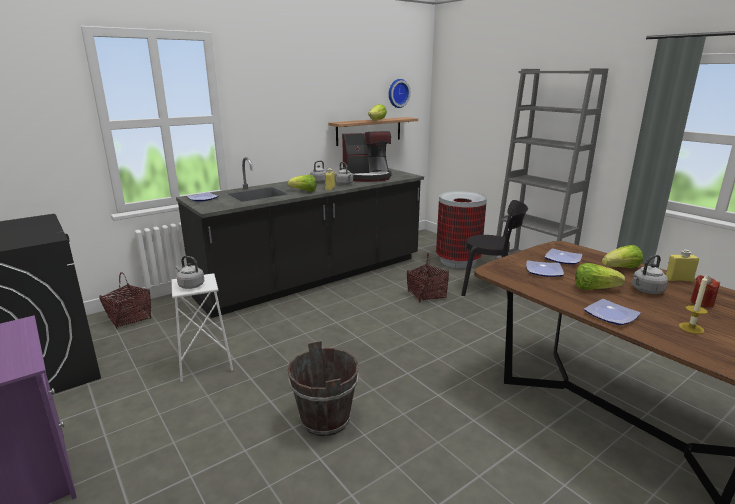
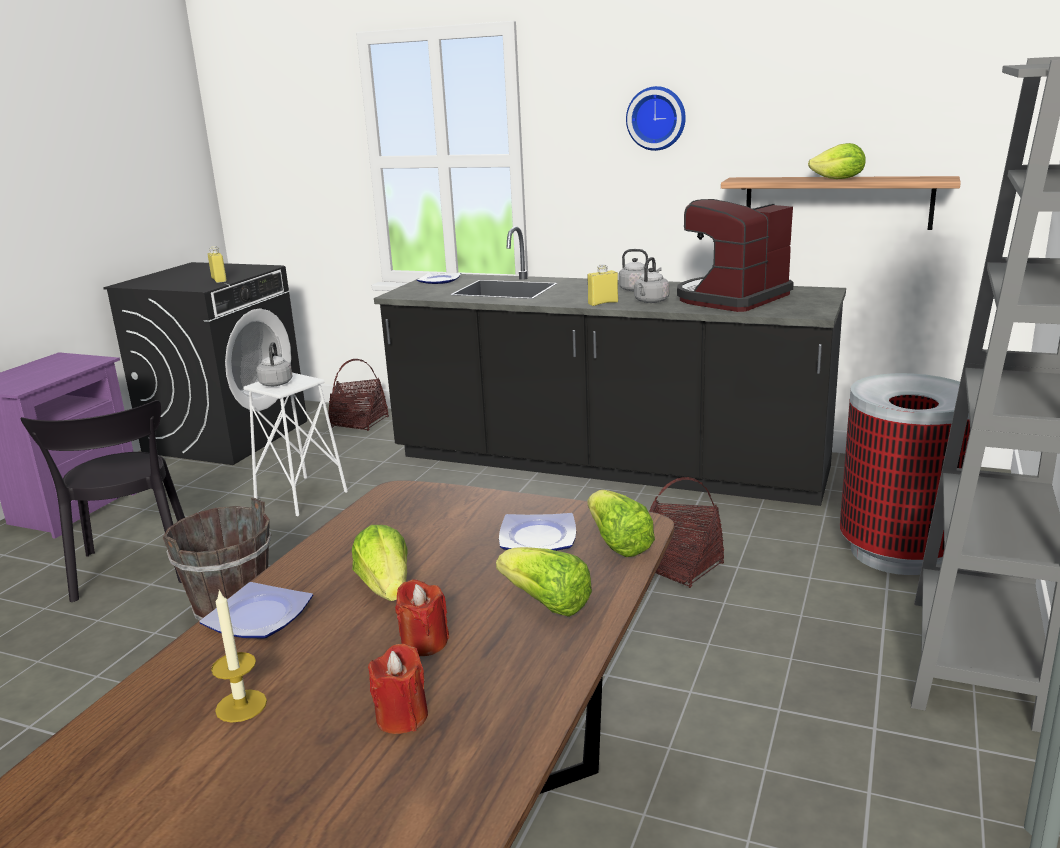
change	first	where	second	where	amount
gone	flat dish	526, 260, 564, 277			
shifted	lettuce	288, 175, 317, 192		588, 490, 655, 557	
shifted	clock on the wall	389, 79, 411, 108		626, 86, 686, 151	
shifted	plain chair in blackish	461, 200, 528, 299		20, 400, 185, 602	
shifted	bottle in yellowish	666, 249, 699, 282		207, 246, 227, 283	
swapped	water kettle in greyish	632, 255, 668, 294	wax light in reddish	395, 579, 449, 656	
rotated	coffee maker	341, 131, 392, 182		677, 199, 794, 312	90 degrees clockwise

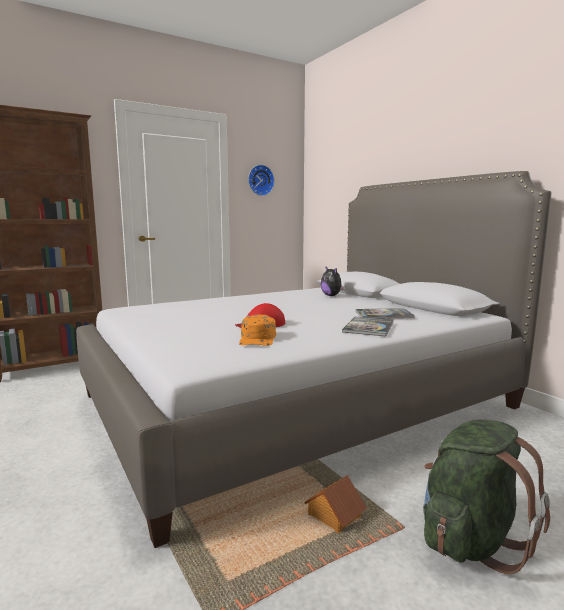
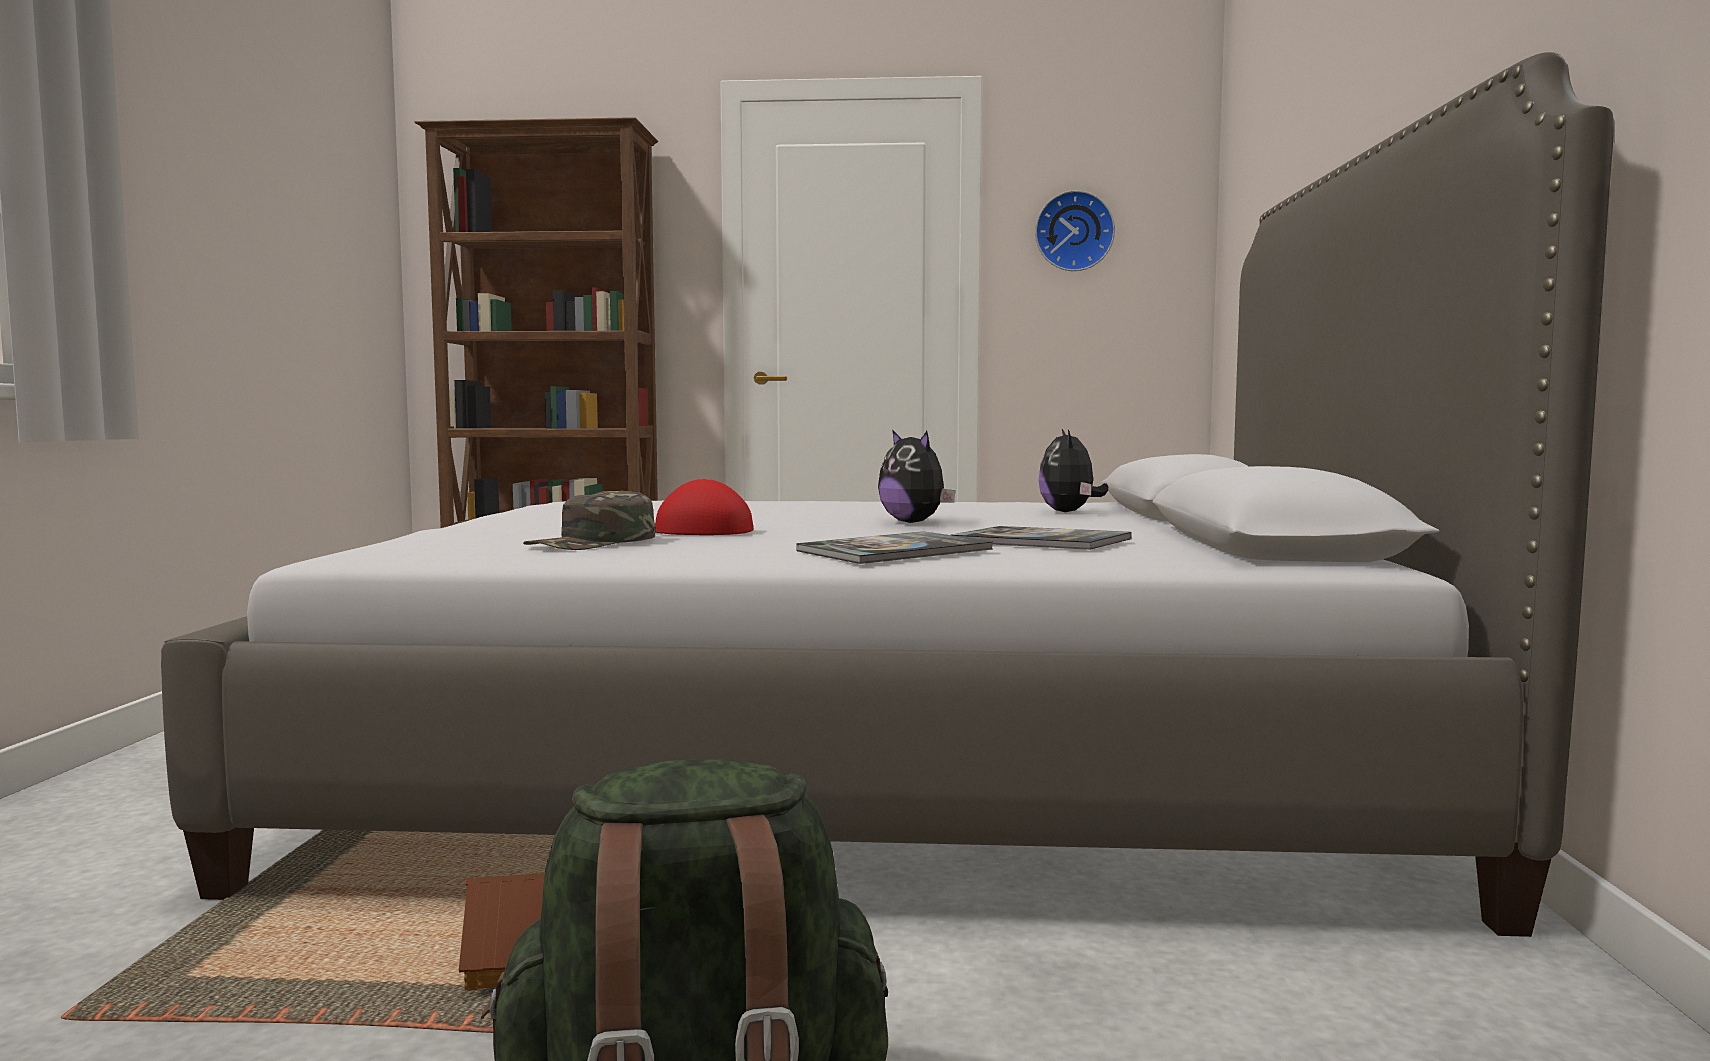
change	first	where	second	where	amount
new			soft toy	878, 430, 956, 523	
repainted	baseball cap in orangey	239, 314, 276, 346	baseball cap in greenish	523, 491, 655, 550	

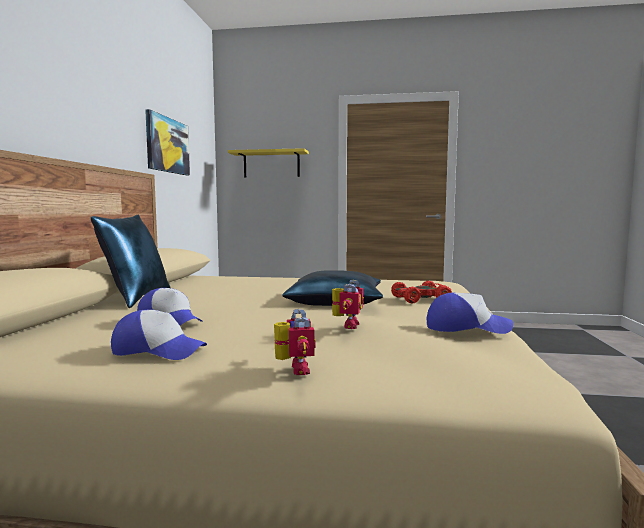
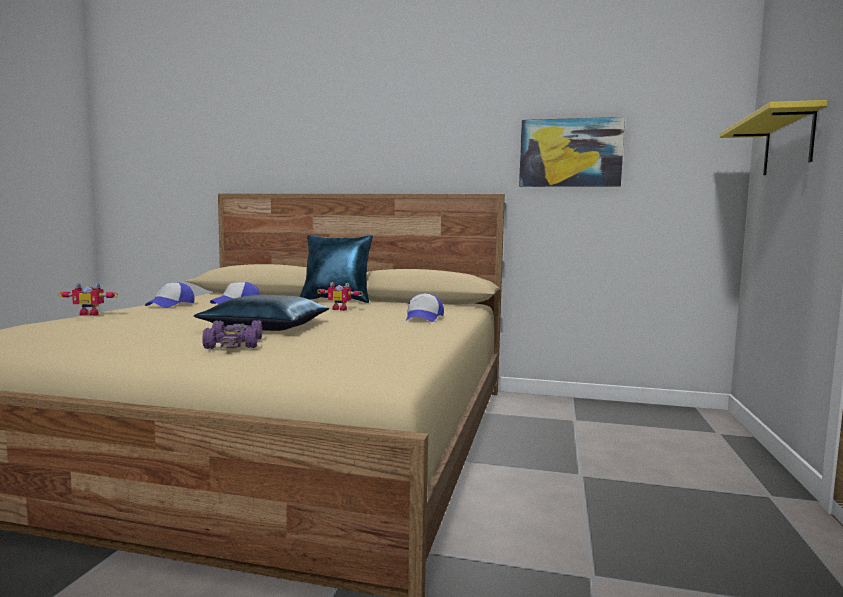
change	first	where	second	where	amount
shifted	toy robot	332, 280, 364, 329		317, 282, 363, 311	
shifted	baseball cap	427, 292, 513, 334		406, 293, 444, 322	
repainted	miniature car in reddish	391, 281, 452, 303	miniature car in purplish	203, 320, 262, 349	

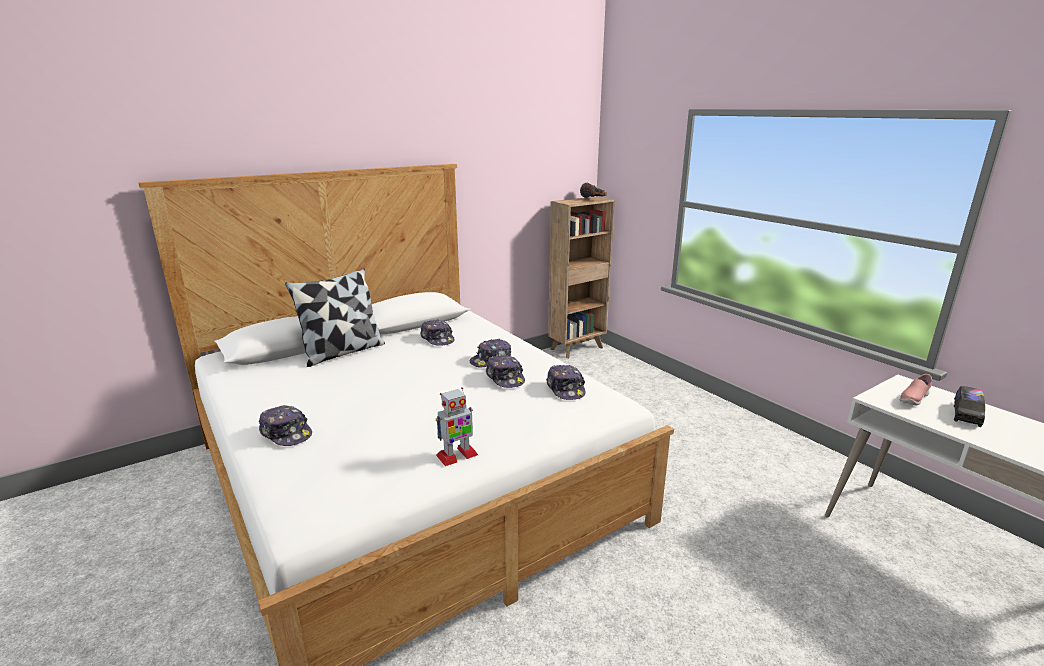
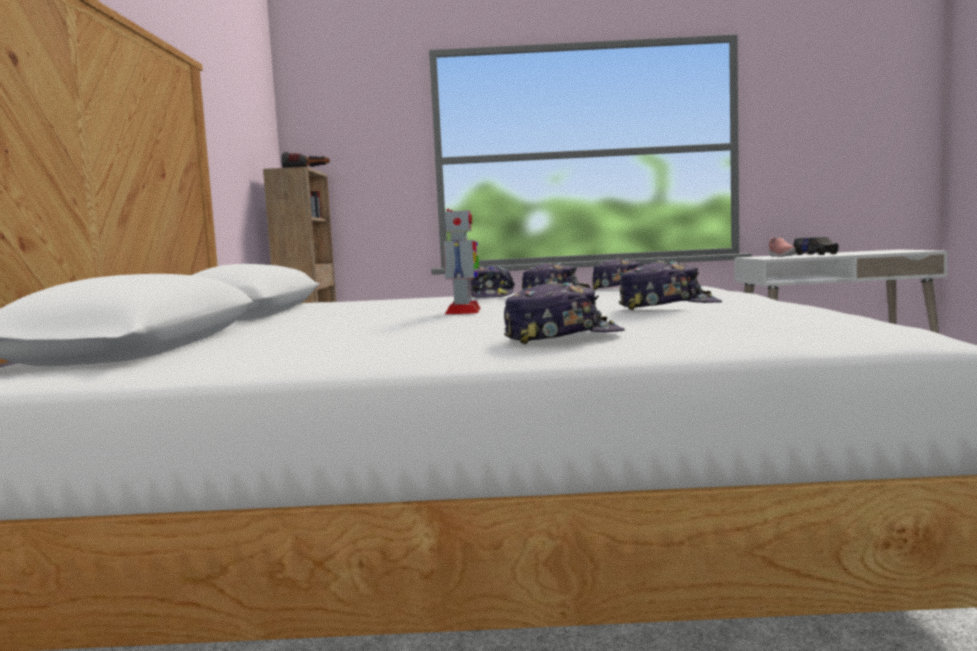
change	first	where	second	where	amount
gone	cushion	285, 269, 385, 367			
shifted	baseball cap	420, 319, 455, 346		619, 260, 722, 310	
shifted	toy robot	436, 387, 478, 466		443, 209, 481, 314	

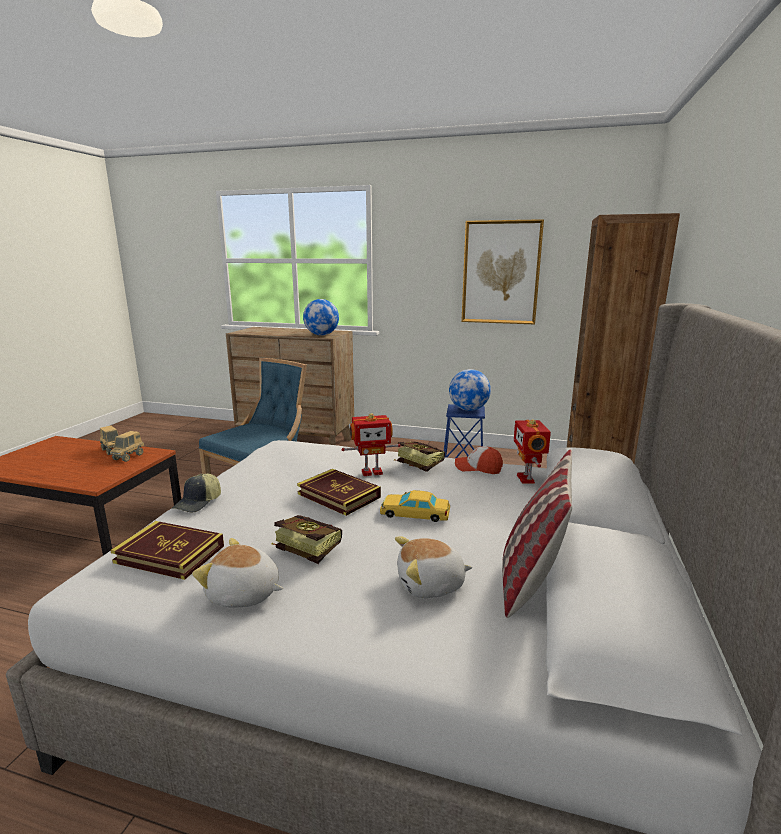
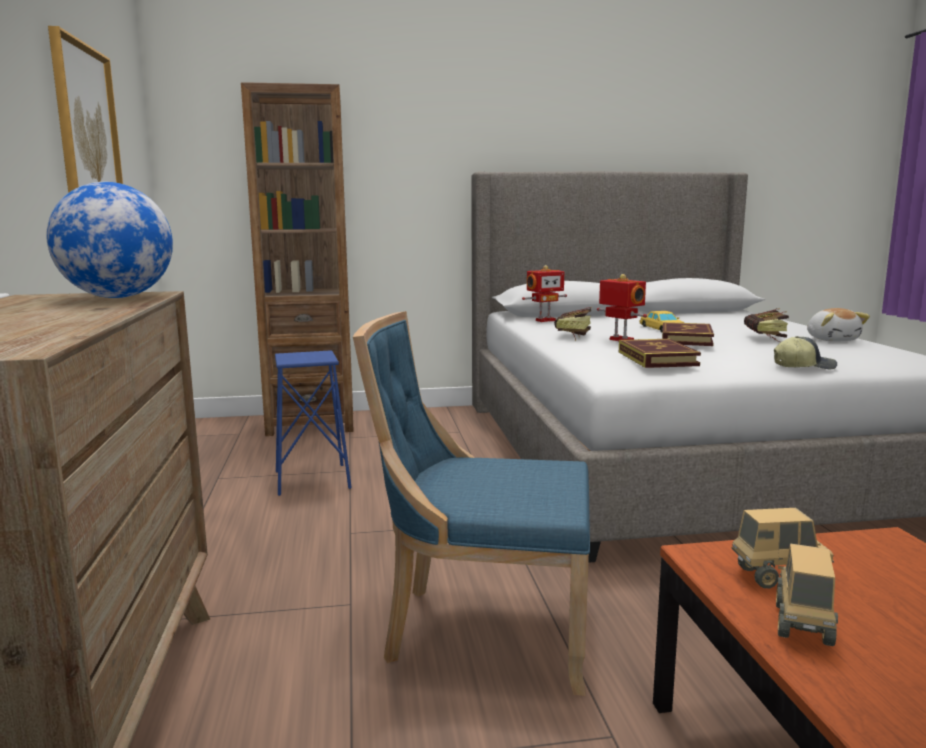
change	first	where	second	where	amount
gone	soft toy	395, 536, 473, 598			
gone	world globe	449, 369, 491, 411			
gone	baseball cap	455, 446, 503, 474			
gone	cushion	502, 450, 572, 618			
shifted	bound book	110, 521, 224, 580		619, 339, 701, 368	

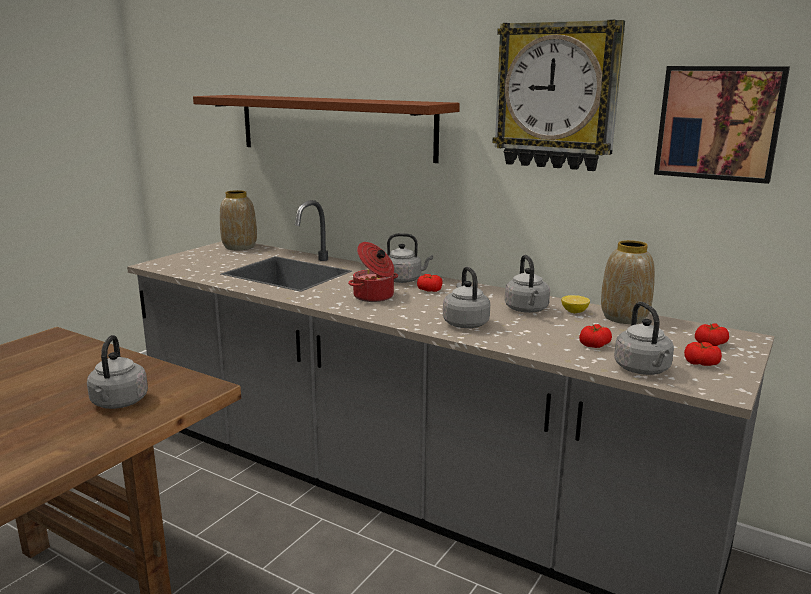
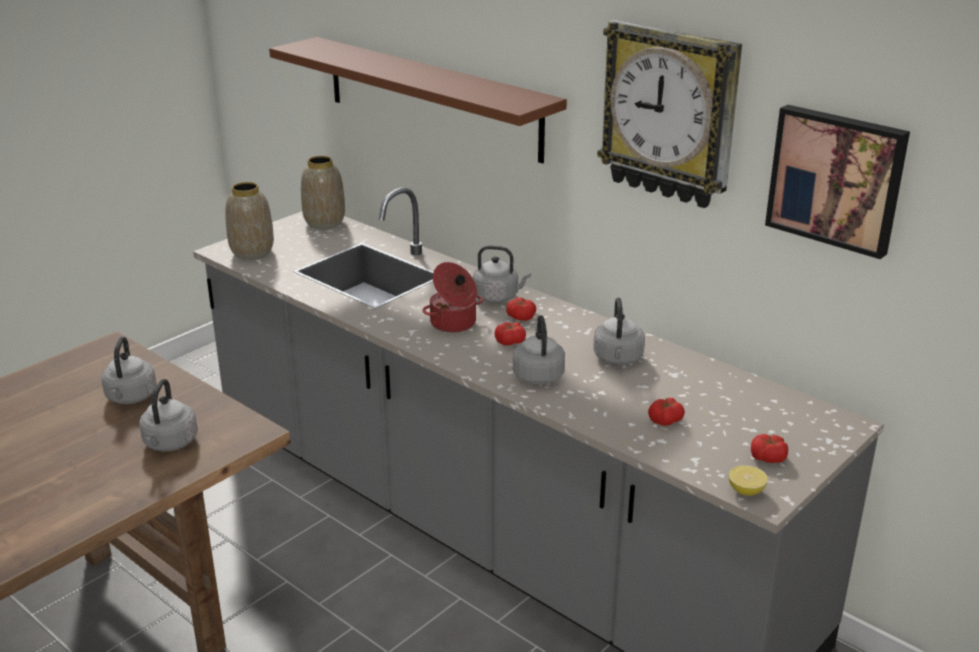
change	first	where	second	where	amount
shifted	citrus fruit	561, 295, 590, 313		729, 465, 768, 496	
shifted	flower vase	601, 240, 655, 324		225, 182, 274, 260	
shifted	water kettle in greyish	614, 302, 674, 375		101, 336, 156, 404	
shifted	whole tomato	695, 324, 729, 346		494, 322, 526, 346	

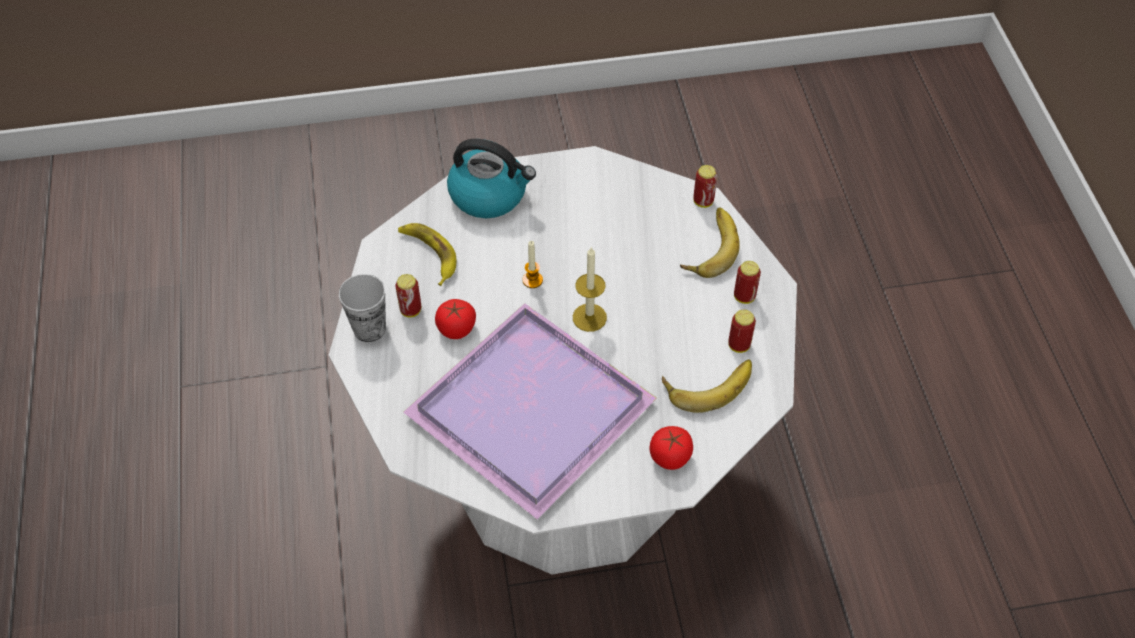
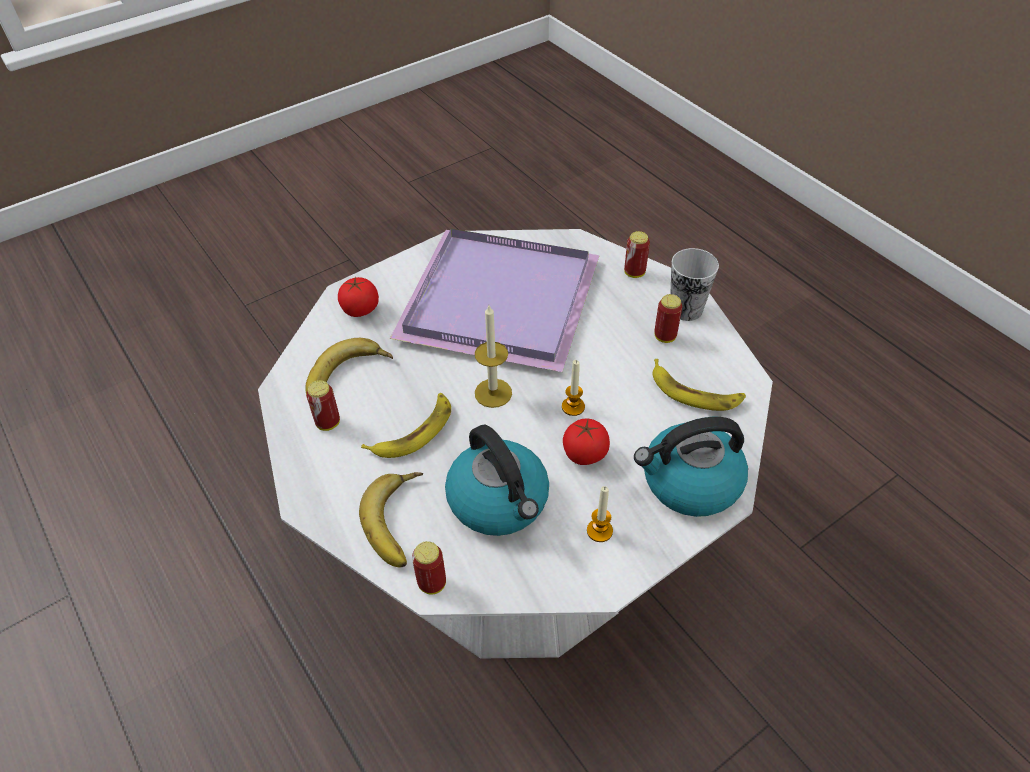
change	first	where	second	where	amount
new			banana	361, 393, 451, 458	
new			water kettle	445, 425, 549, 536	
new			wax light	587, 486, 613, 542	
shifted	whole tomato	435, 299, 476, 339		563, 419, 610, 465	
shifted	metal can	734, 261, 761, 304		624, 231, 650, 278	

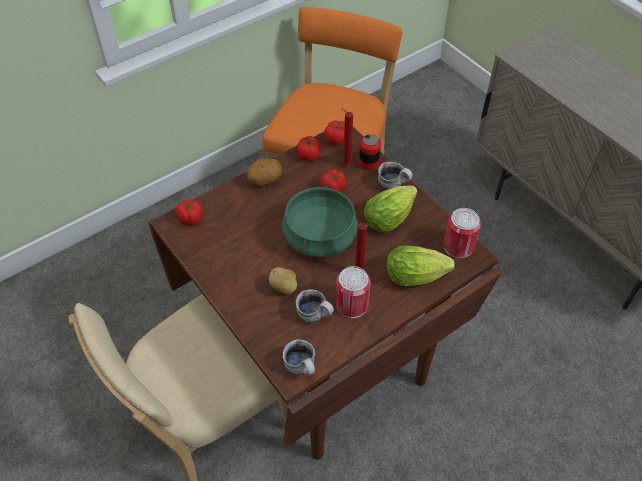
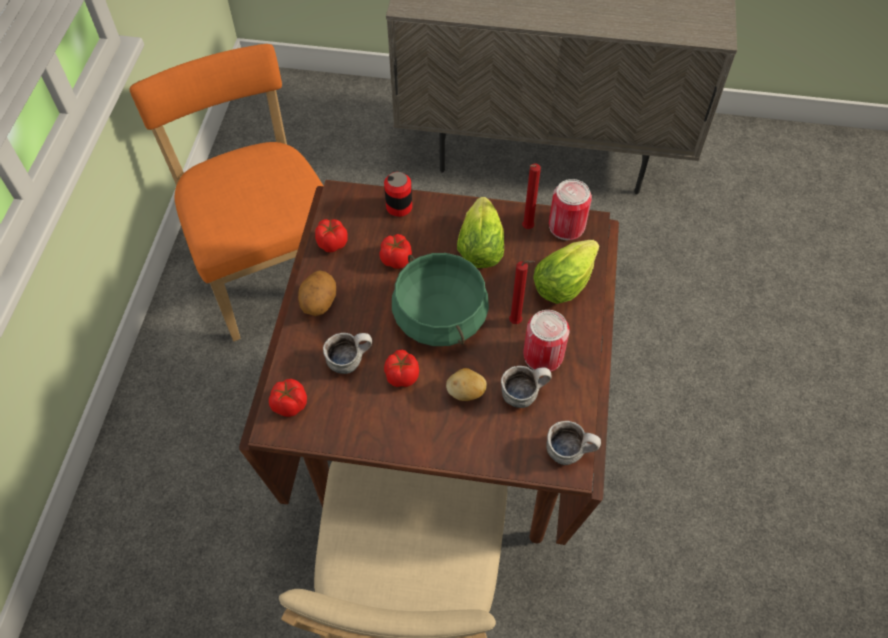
change	first	where	second	where	amount
shifted	whole tomato	324, 120, 345, 146		384, 350, 419, 387	
shifted	wax light in reddish	341, 109, 353, 166		522, 164, 541, 229	
shifted	mug	378, 162, 413, 190		323, 333, 372, 374	

